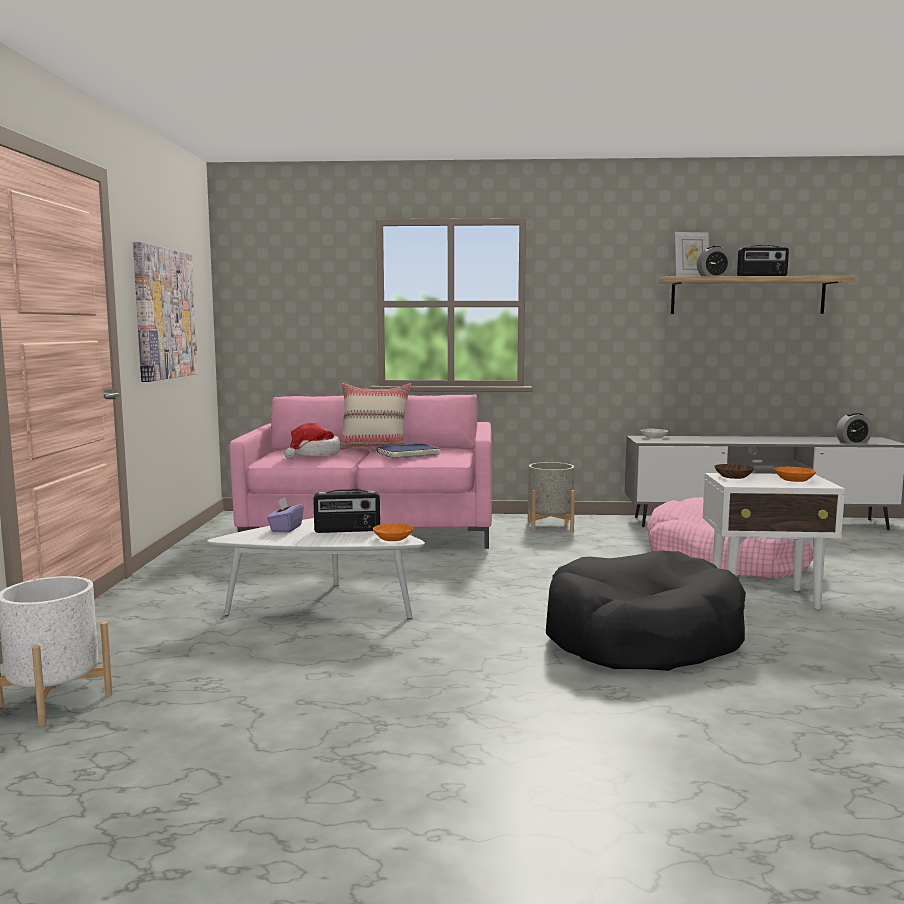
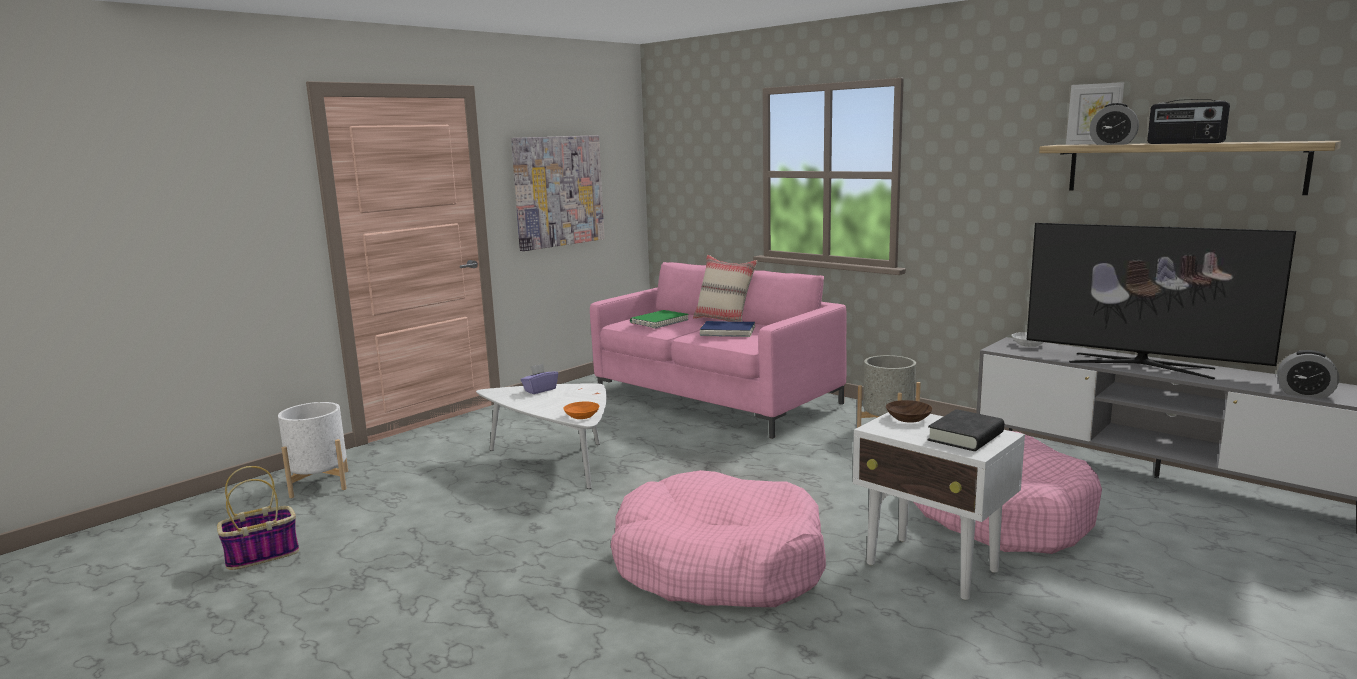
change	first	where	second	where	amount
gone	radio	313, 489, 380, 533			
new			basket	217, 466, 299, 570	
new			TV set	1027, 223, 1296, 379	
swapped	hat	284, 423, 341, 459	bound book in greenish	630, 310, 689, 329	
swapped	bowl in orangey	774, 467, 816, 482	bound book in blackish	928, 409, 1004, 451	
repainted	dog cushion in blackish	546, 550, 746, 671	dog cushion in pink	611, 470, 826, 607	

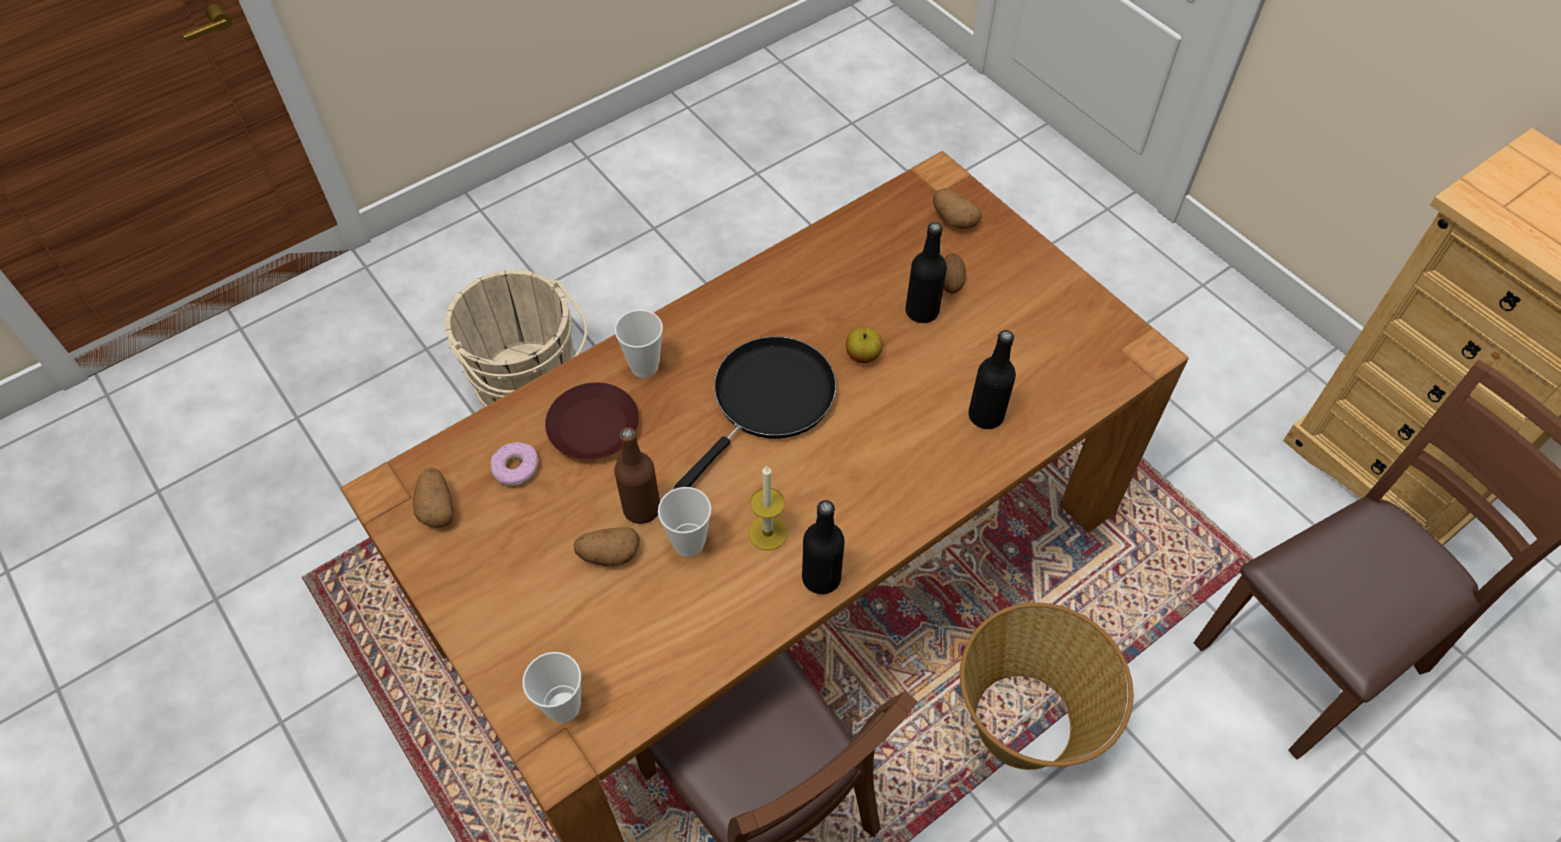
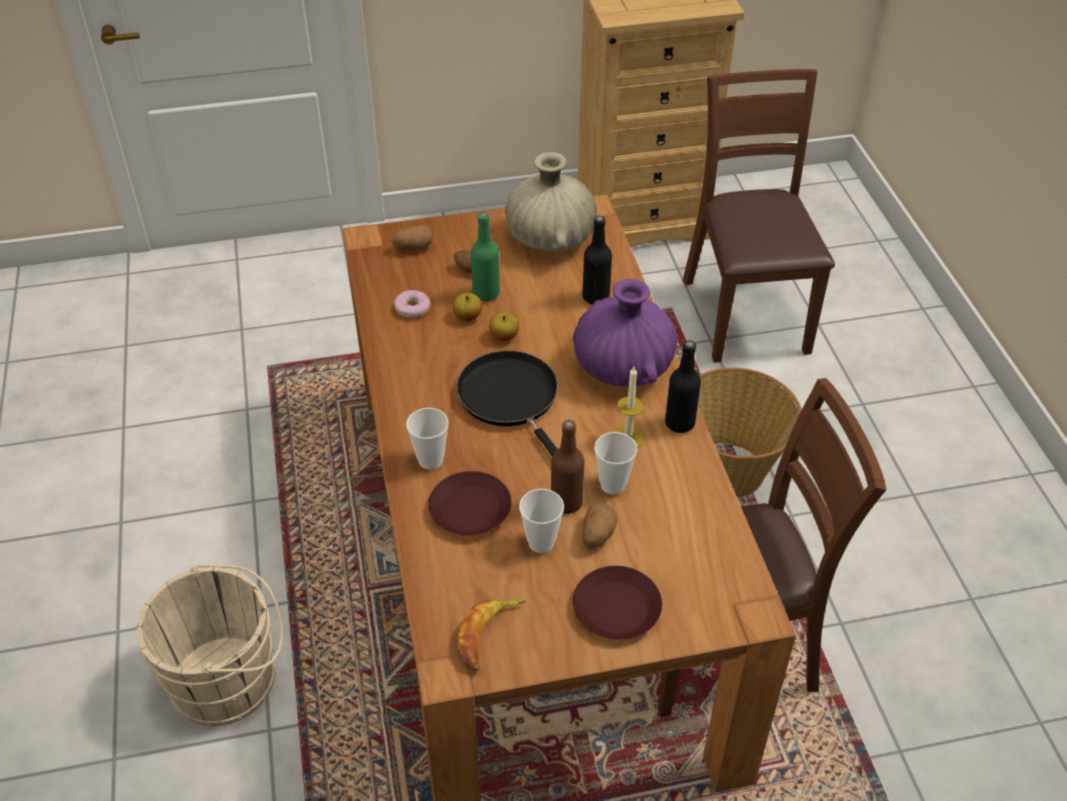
change	first	where	second	where	amount
new			apple fruit	453, 293, 482, 321	
new			flower vase in beige-coloured	505, 152, 597, 252	
new			flower vase in purplish	573, 279, 677, 387	
new			flat dish in brown-coloured	573, 566, 662, 640	
shifted	ring doughnut	490, 442, 539, 486		394, 290, 431, 318	
shifted	small cup	523, 652, 581, 723		519, 489, 564, 553	
swapped	potato	413, 468, 453, 528	banana	458, 598, 526, 671	
repainted	bottle in blackish	906, 222, 947, 323	bottle in greenish	471, 212, 500, 301	

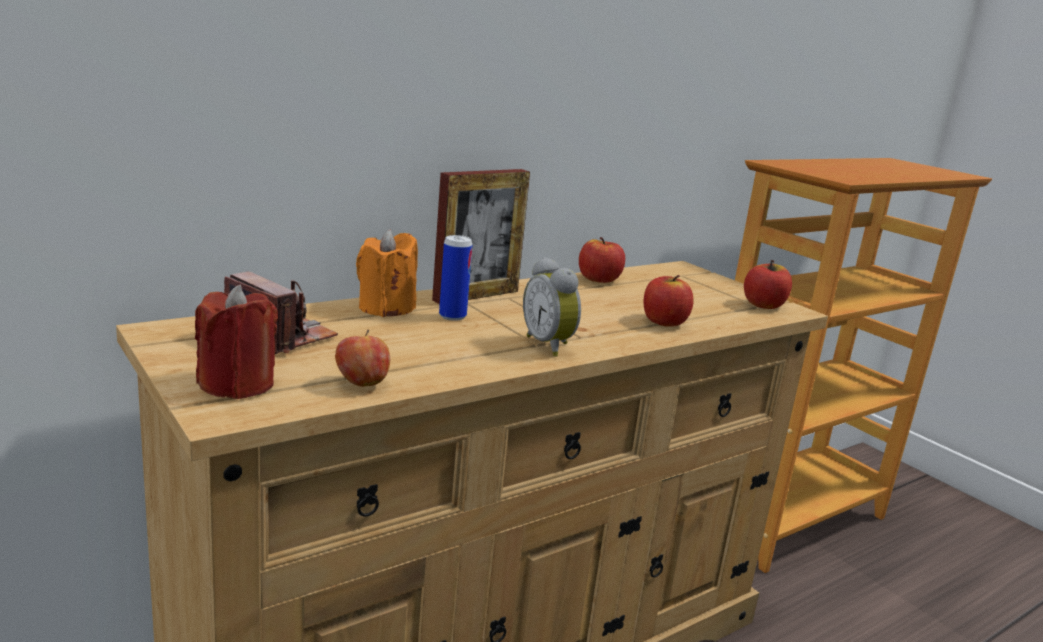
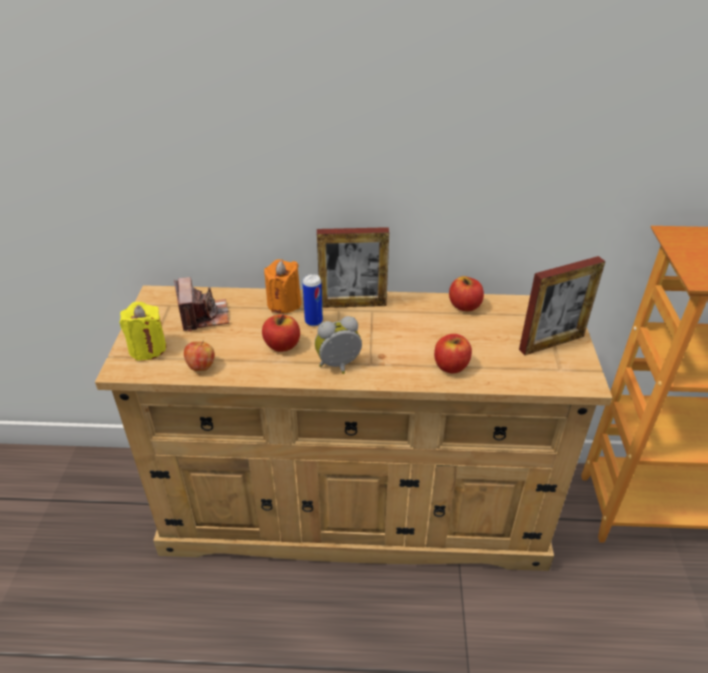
change	first	where	second	where	amount
new			picture frame	519, 256, 606, 355	
shifted	apple fruit	744, 260, 792, 309		262, 315, 300, 352	
repainted	wax light in reddish	195, 284, 278, 399	wax light in yellowish	120, 302, 166, 361	
rotated	table clock	523, 257, 581, 357		315, 316, 362, 374	60 degrees clockwise

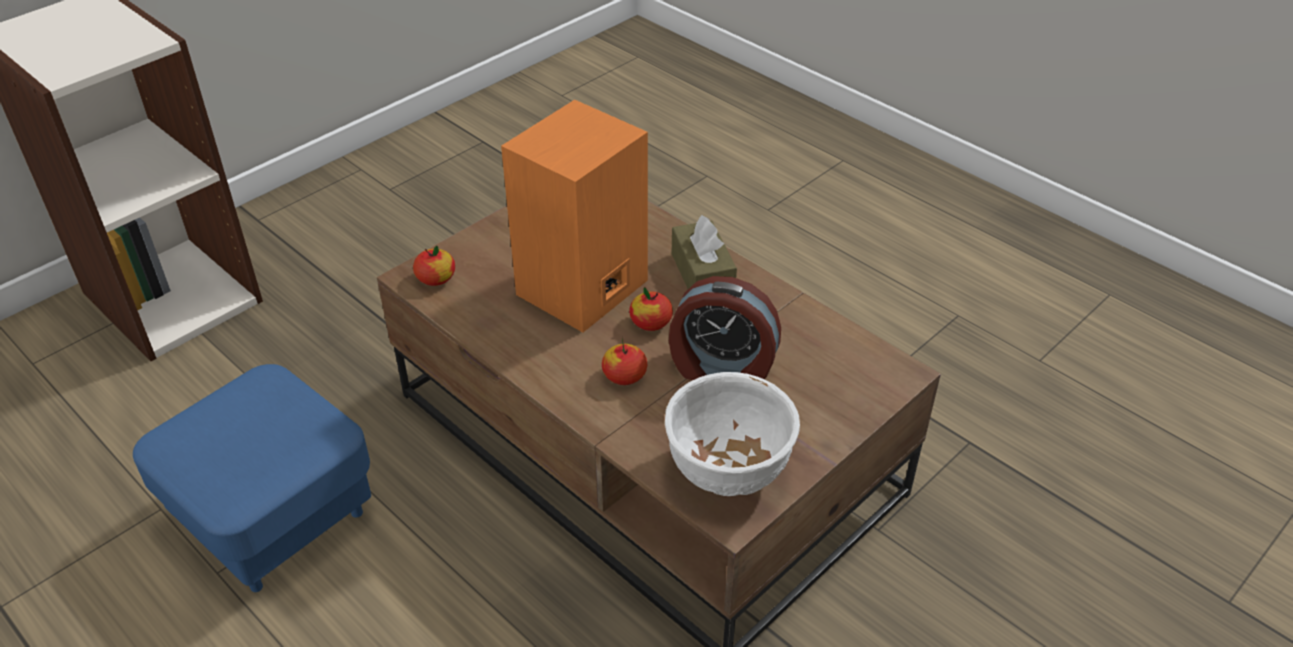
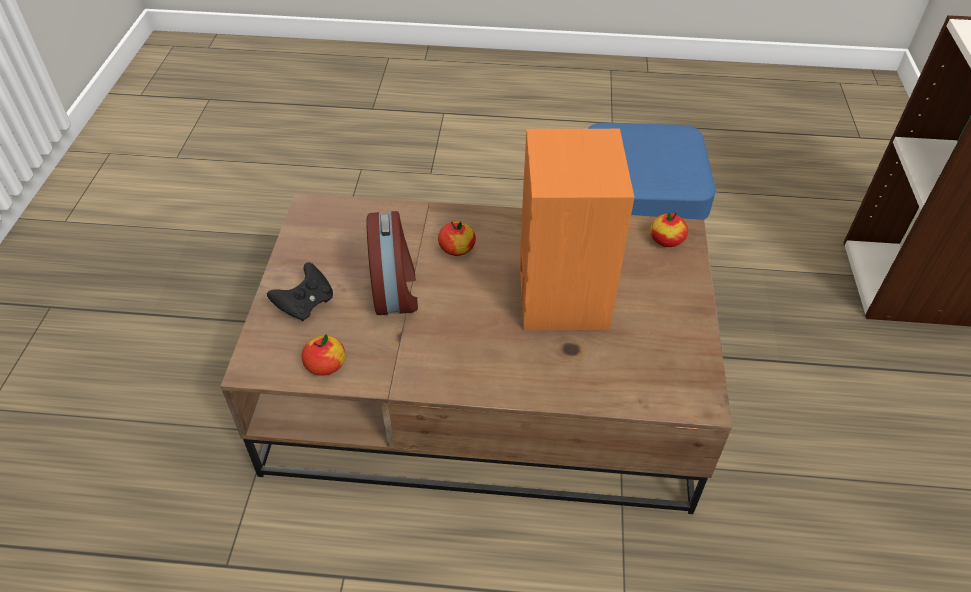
change	first	where	second	where	amount
gone	bowl in white-coloured	665, 372, 800, 496			
gone	tissue box in brown-coloured	672, 215, 737, 289			
new			joypad in blackish	267, 262, 333, 321	
shifted	apple fruit	629, 287, 673, 331		301, 335, 345, 376	
rotated	table clock	669, 276, 781, 380		367, 211, 418, 315	105 degrees clockwise

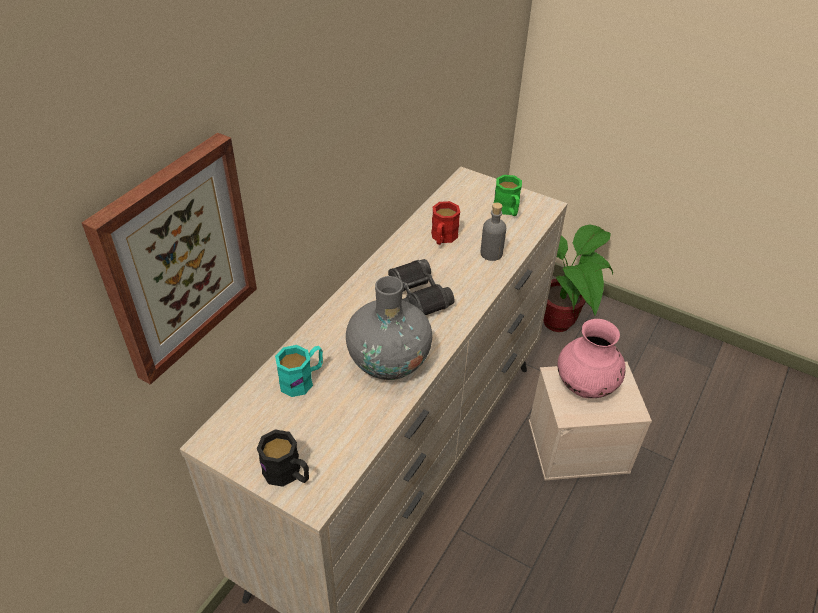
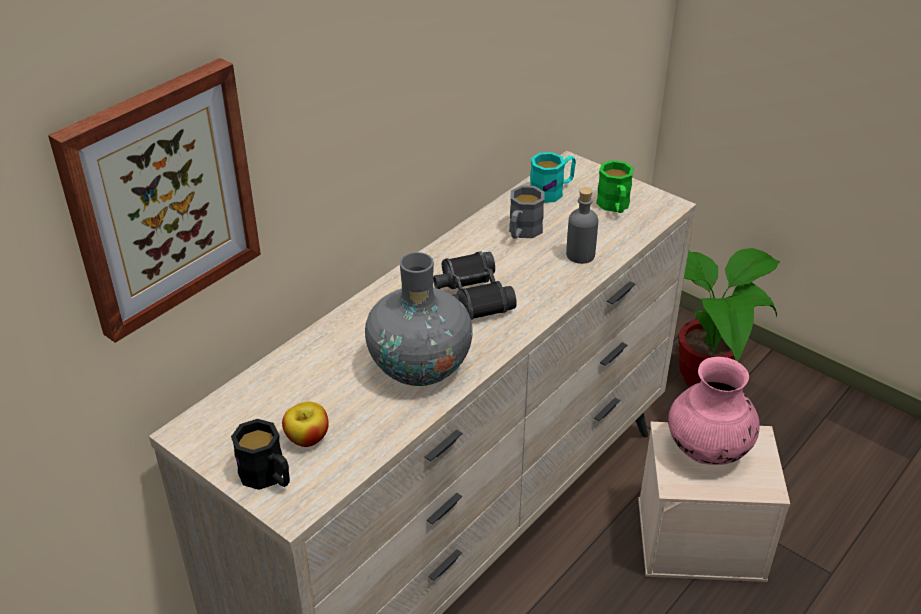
change	first	where	second	where	amount
new			apple fruit	282, 402, 329, 447	
shifted	mug in turquoise	275, 345, 323, 397		530, 152, 576, 203	
repainted	mug in reddish	431, 201, 460, 245	mug in greyish	509, 185, 545, 239	

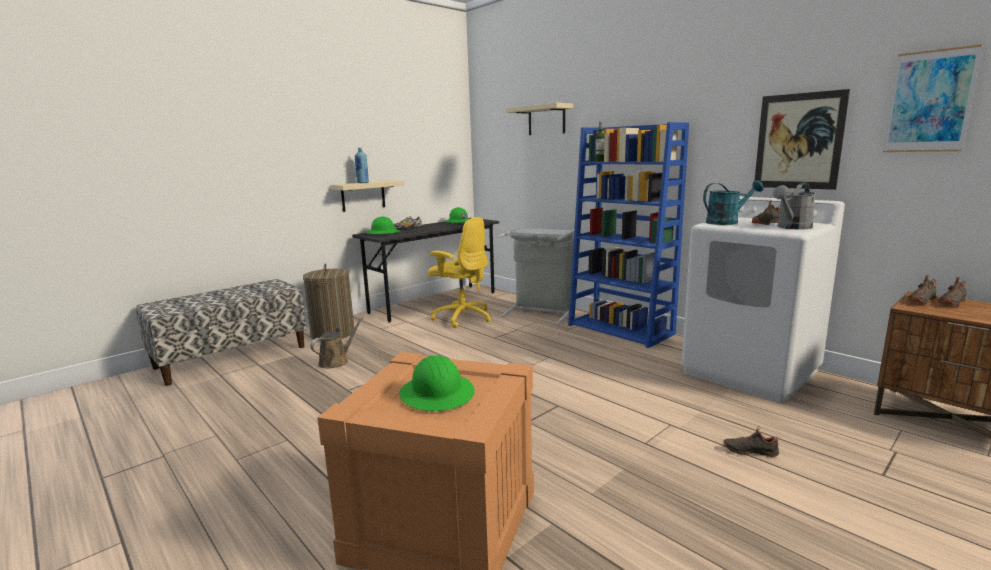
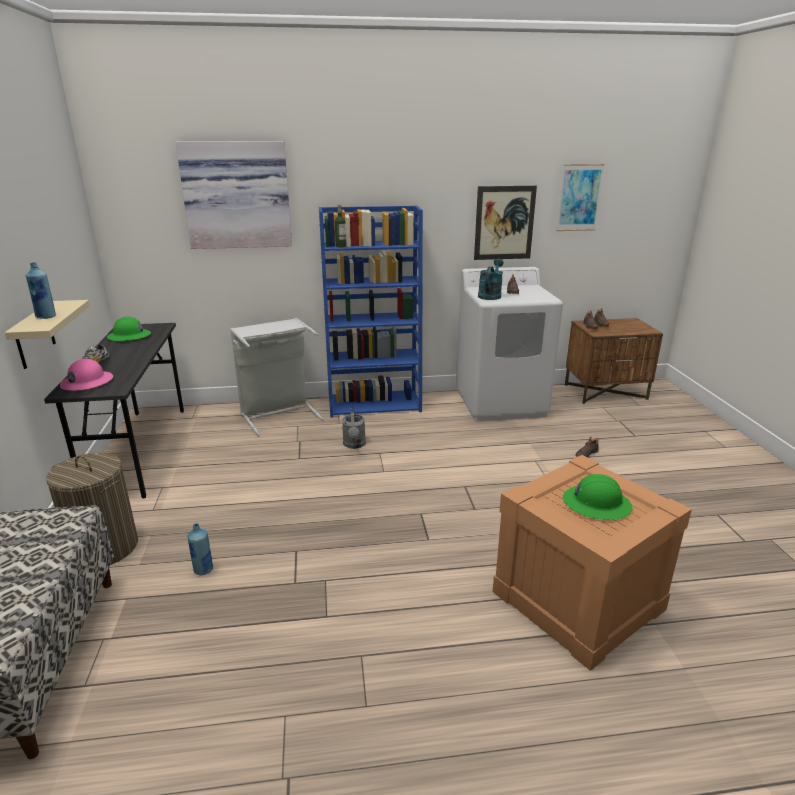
change	first	where	second	where	amount
gone	computer chair in yellowish	428, 217, 491, 328			
shifted	sprinkling can in greyish	773, 183, 816, 229		342, 408, 366, 449	
swapped	sprinkling can in brown-coloured	310, 317, 363, 368	bottle in blue-coloured	188, 523, 213, 575	
swapped	shelf in beige-coloured	505, 103, 573, 135	wall art	176, 141, 292, 249	
repainted	work helmet in greenish	366, 217, 400, 235	work helmet in pink	60, 359, 113, 391	

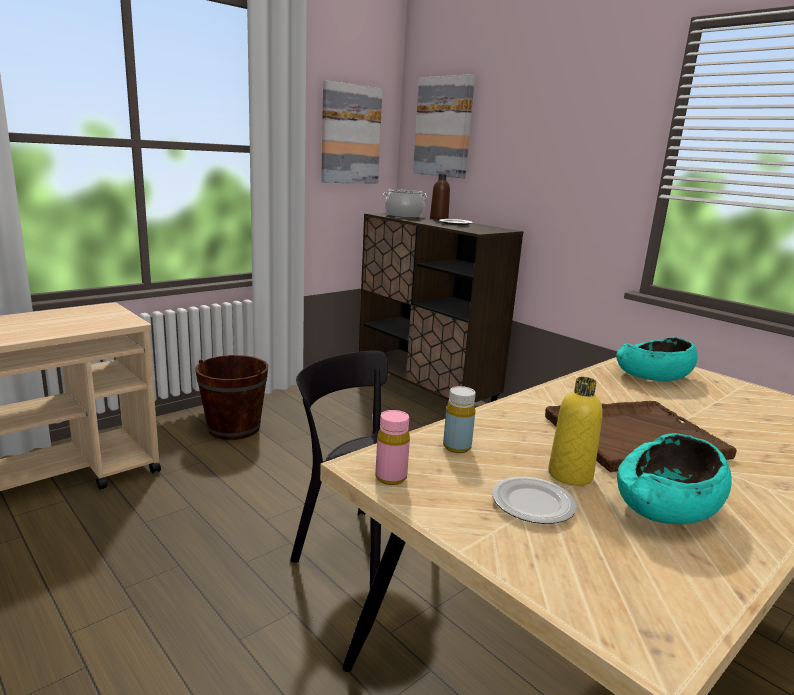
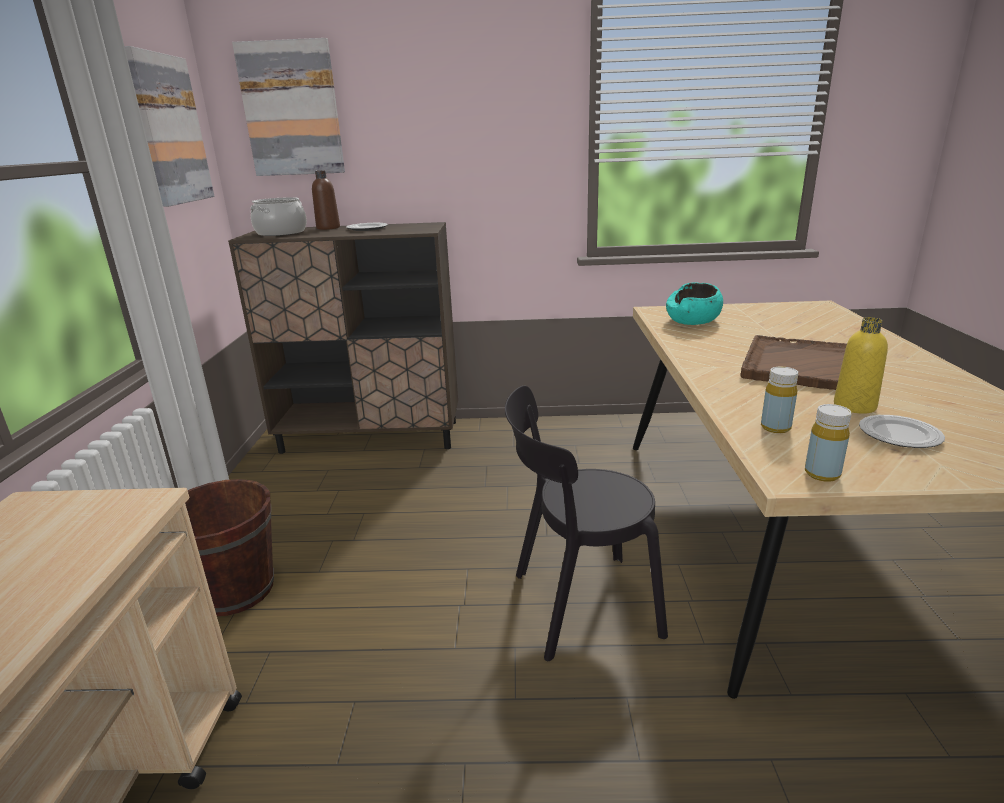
change	first	where	second	where	amount
gone	bowl in turquoise	617, 433, 732, 525			
repainted	bottle in pink	376, 410, 410, 485	bottle in yellowish	805, 404, 852, 482	

